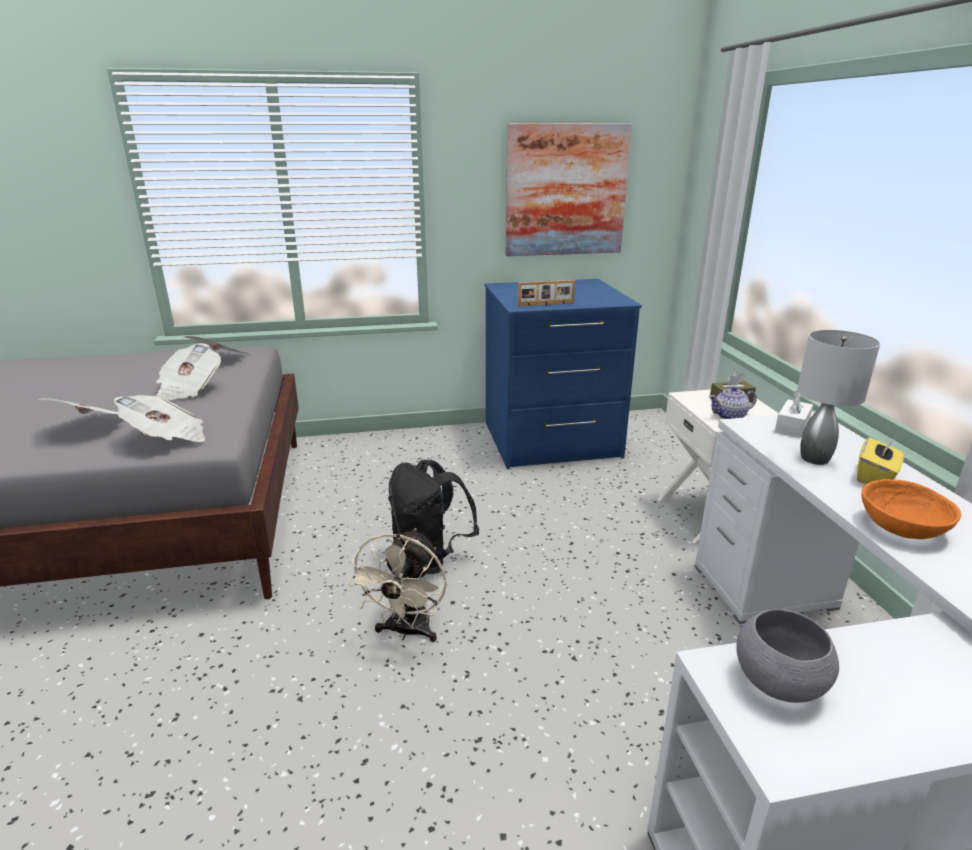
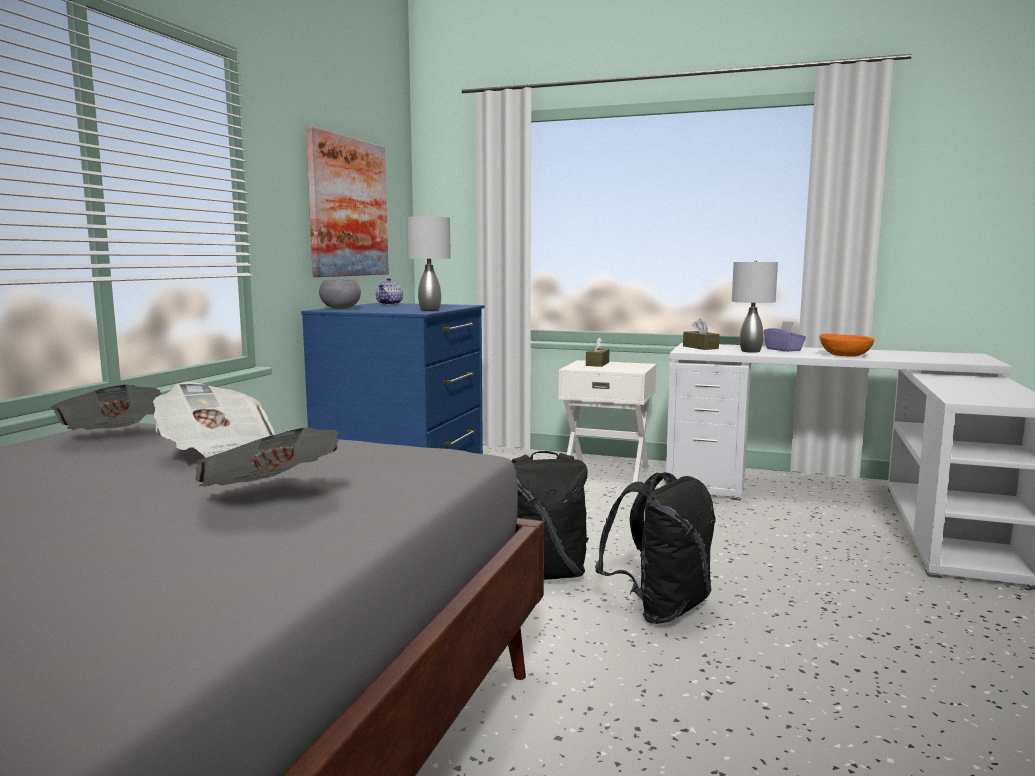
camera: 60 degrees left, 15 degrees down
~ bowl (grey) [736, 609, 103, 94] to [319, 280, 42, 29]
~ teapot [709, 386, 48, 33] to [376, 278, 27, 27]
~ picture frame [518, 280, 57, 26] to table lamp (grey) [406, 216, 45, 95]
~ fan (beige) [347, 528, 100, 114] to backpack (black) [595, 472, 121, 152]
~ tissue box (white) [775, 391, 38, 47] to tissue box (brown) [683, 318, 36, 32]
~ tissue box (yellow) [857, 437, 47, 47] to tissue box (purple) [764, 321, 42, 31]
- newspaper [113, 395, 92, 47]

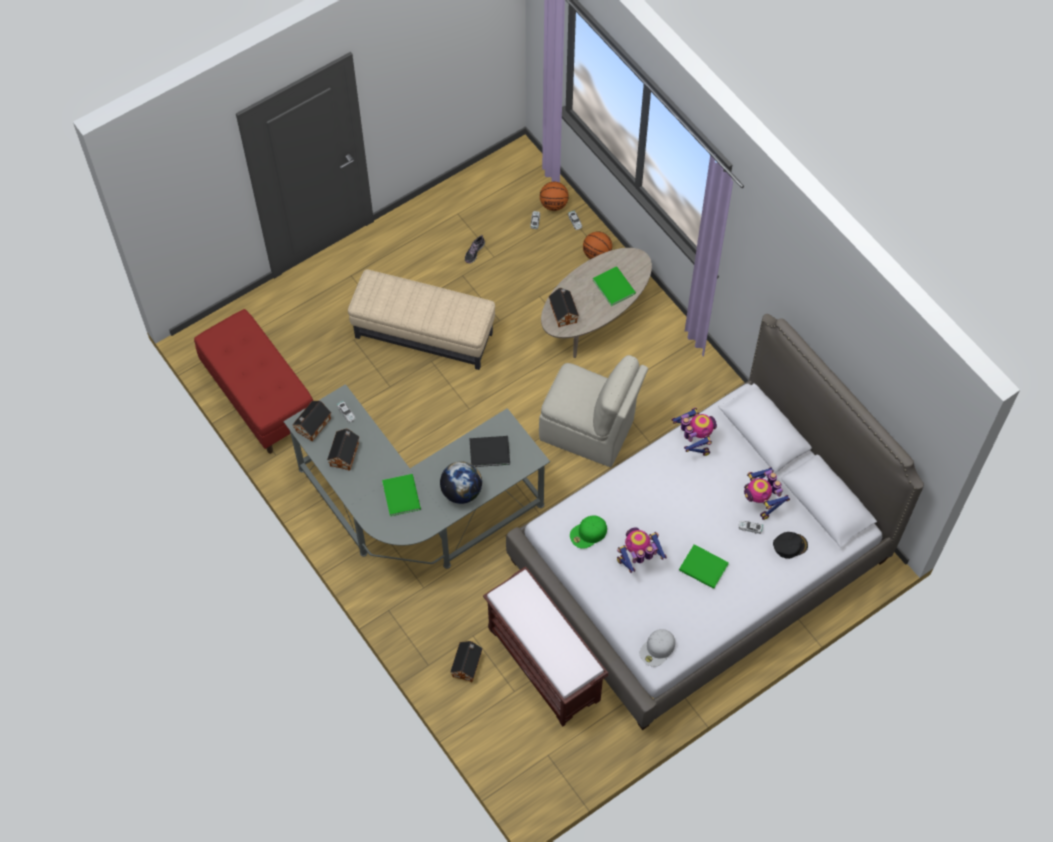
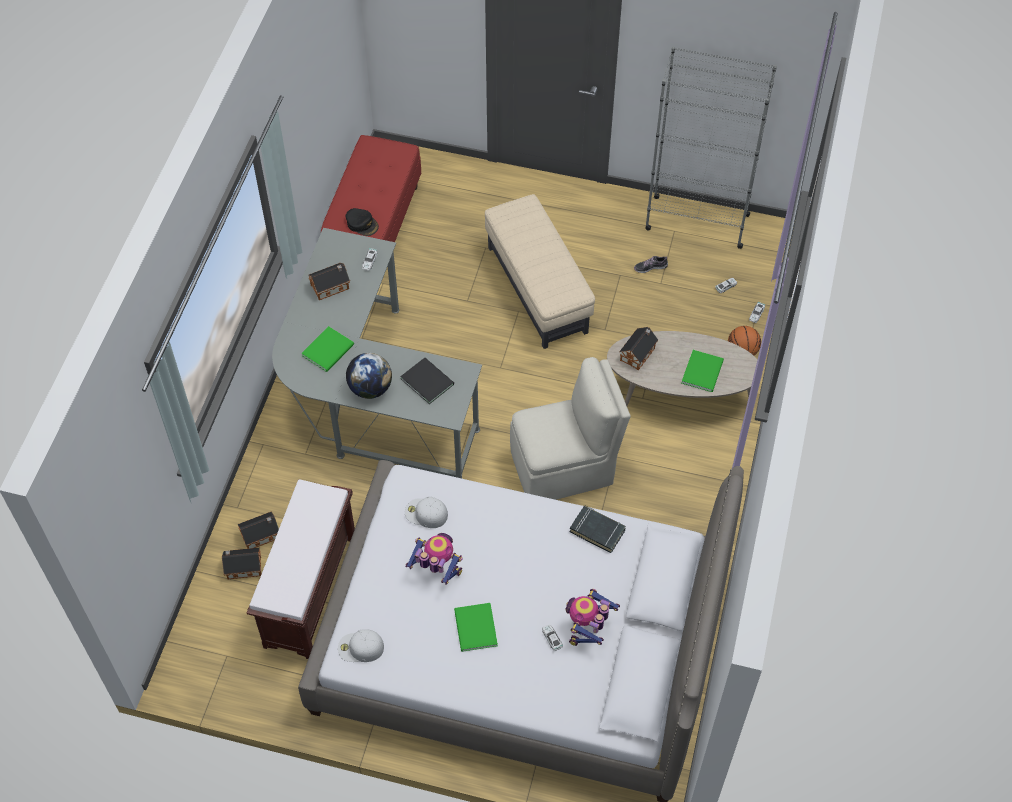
camera: 50 degrees right, 5 degrees down
~ toy house [293, 401, 38, 40] to [222, 547, 39, 32]
~ cap (black) [773, 532, 35, 27] to [346, 208, 33, 28]
~ cap (green) [570, 515, 37, 34] to cap (white) [405, 497, 43, 31]
~ chair (beige) [539, 355, 109, 112] = [510, 357, 121, 143] 90 degrees counterclockwise
~ toy robot [671, 408, 46, 48] to book (black) [570, 506, 56, 47]
+ bookcase (grey) [645, 46, 132, 203]
- basketball [540, 182, 29, 29]

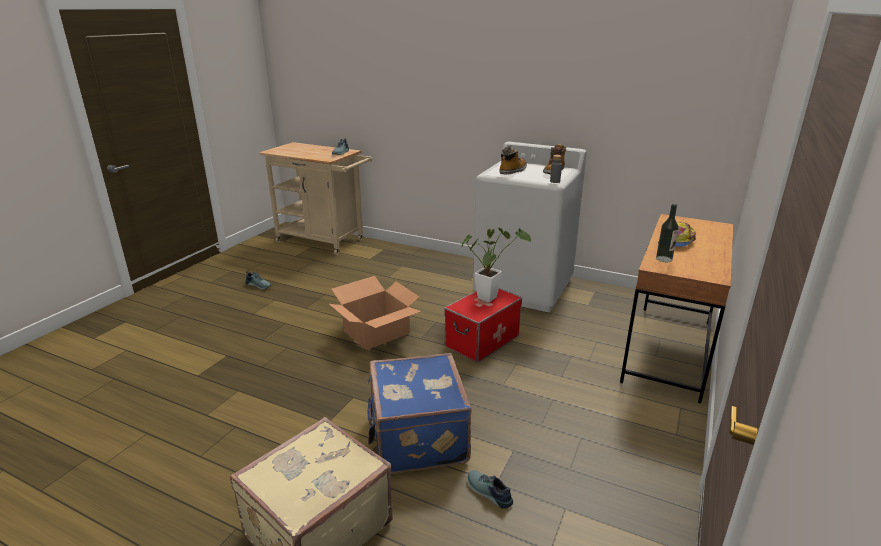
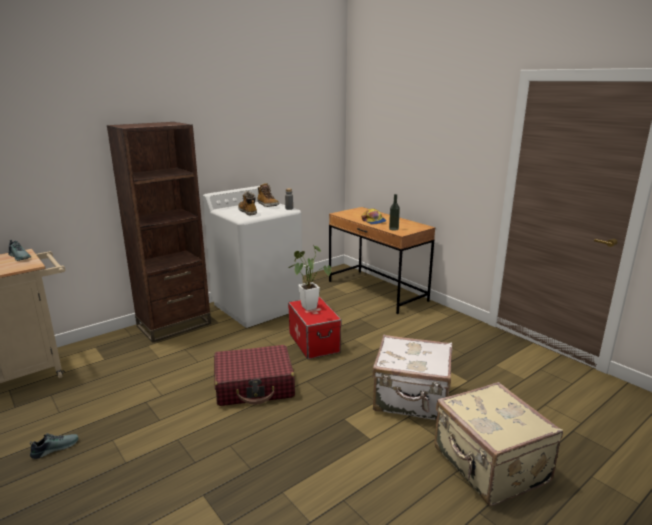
camera: 65 degrees left, 5 degrees down
+ bookcase (brown) [107, 122, 104, 221]
~ cardboard box [329, 276, 93, 74] to suitcase (red) [214, 345, 81, 61]
~ suitcase (blue) [367, 353, 105, 121] to suitcase (white) [372, 335, 80, 86]
- shoe [468, 470, 45, 39]

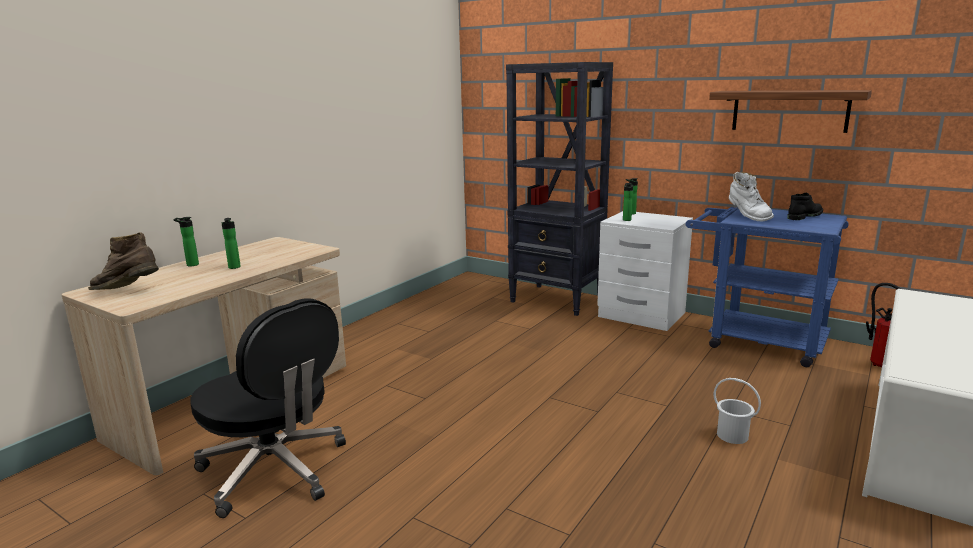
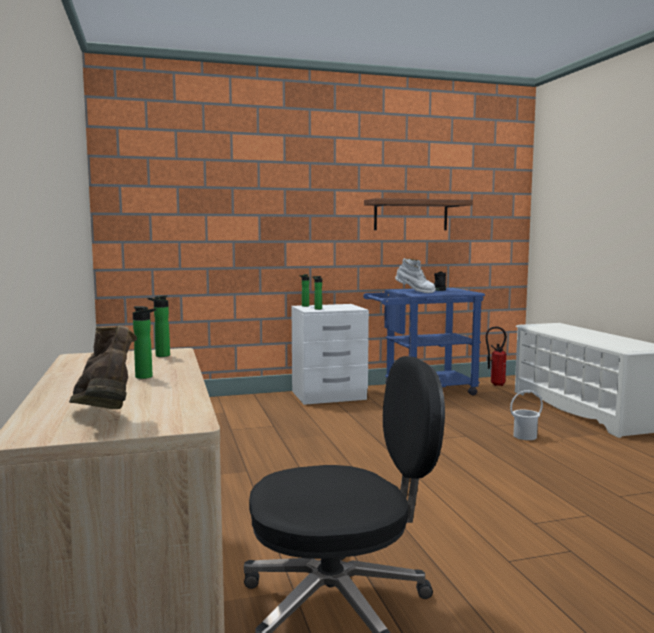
camera: 50 degrees left, 10 degrees down
~ boot (brown) [88, 232, 71, 58] = [69, 325, 68, 84] 105 degrees clockwise
~ bottle [173, 217, 26, 49] to [148, 295, 22, 62]
- bookcase (black) [506, 62, 107, 254]

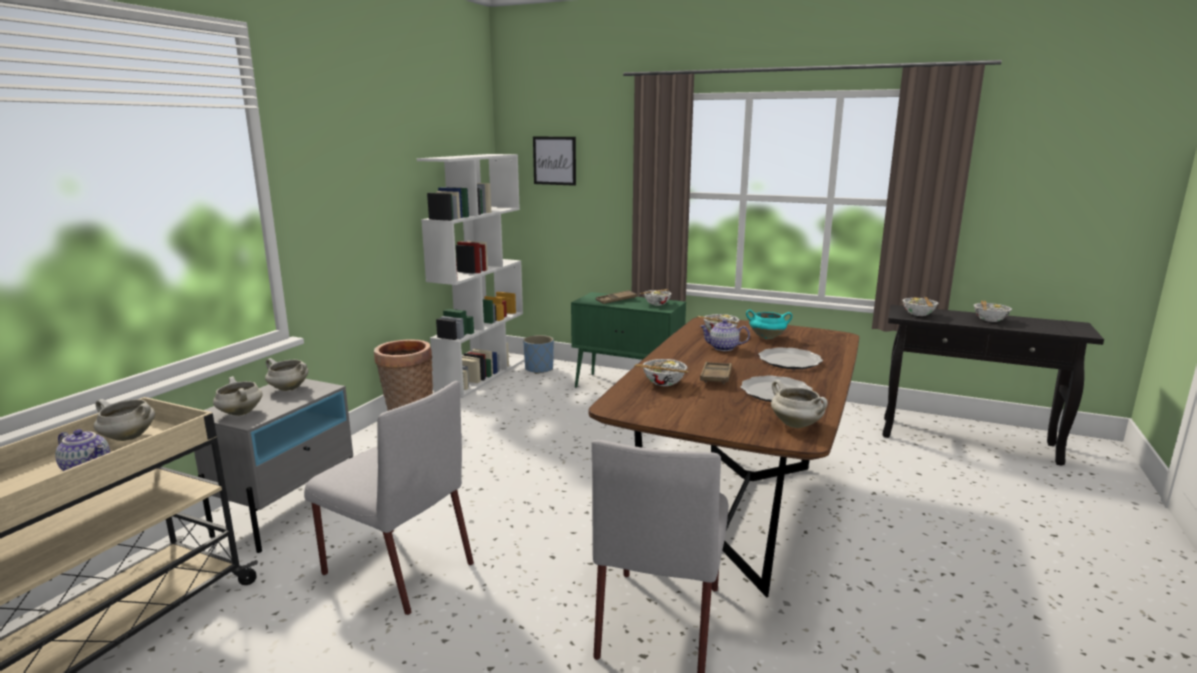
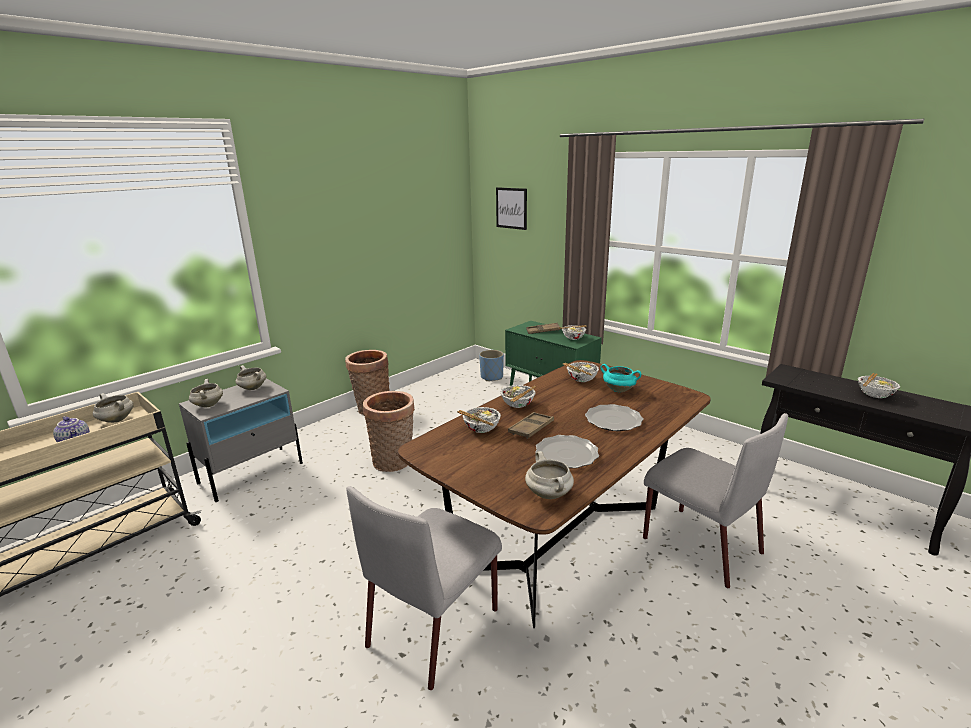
camera: 20 degrees right, 5 degrees up
+ basket [363, 391, 52, 81]
~ bowl [902, 297, 37, 19] to [500, 385, 37, 23]
~ chair (grey) [304, 381, 170, 234] to [643, 413, 145, 175]
- bookcase (white) [417, 154, 108, 244]
- teapot [700, 320, 50, 31]

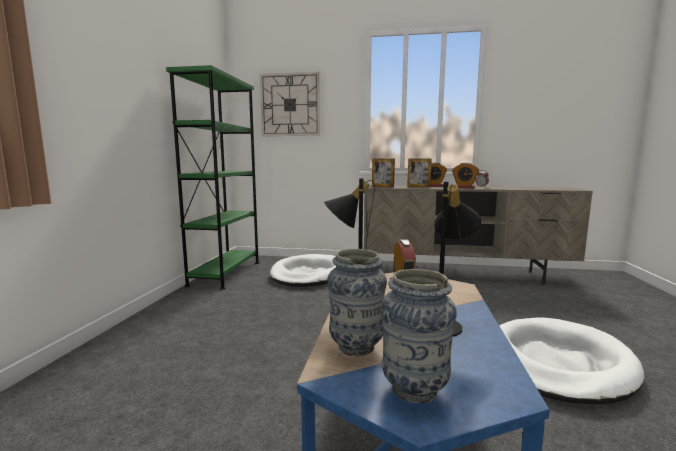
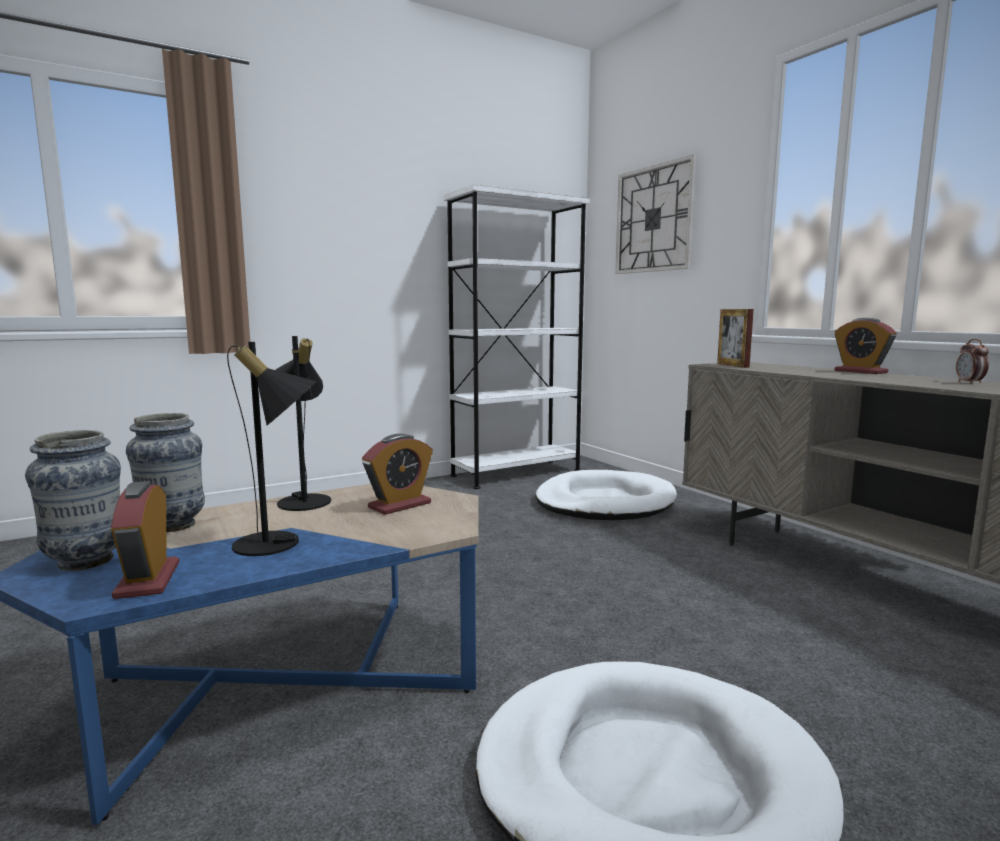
camera: 50 degrees right, 0 degrees up
~ alarm clock [452, 163, 27, 25] to [111, 481, 68, 118]
~ bookcase (green) [166, 65, 93, 225] to bookcase (white) [444, 185, 146, 304]
- picture frame [407, 158, 25, 30]

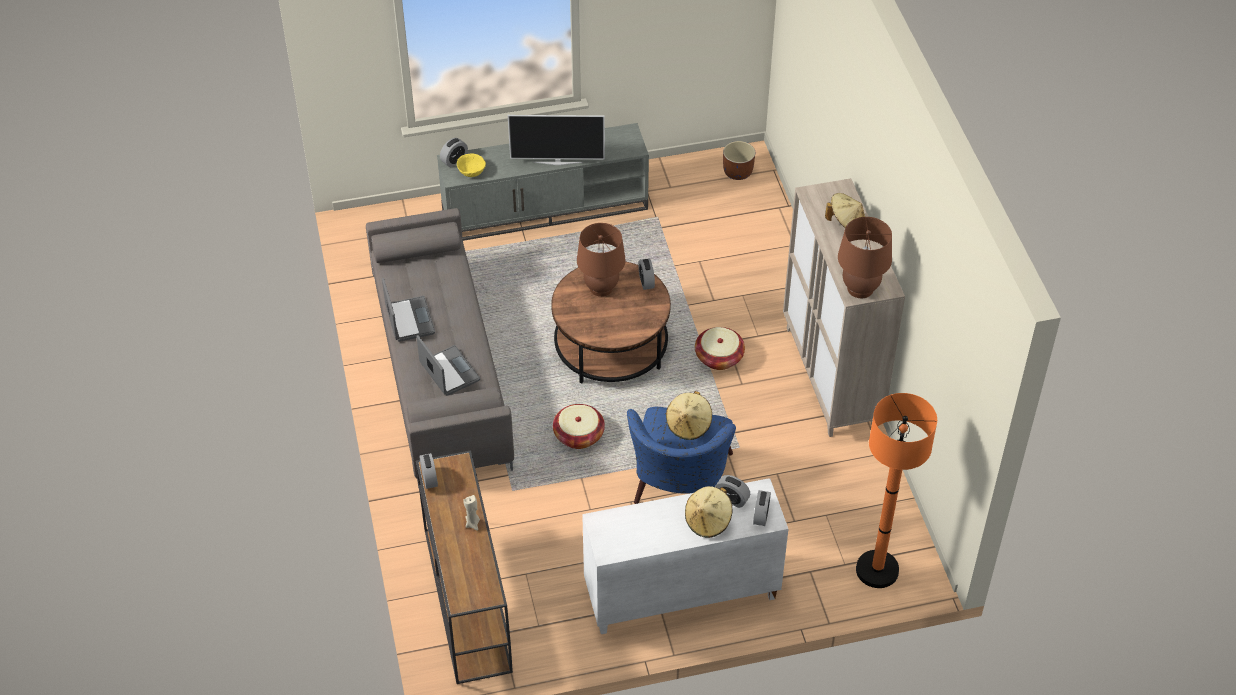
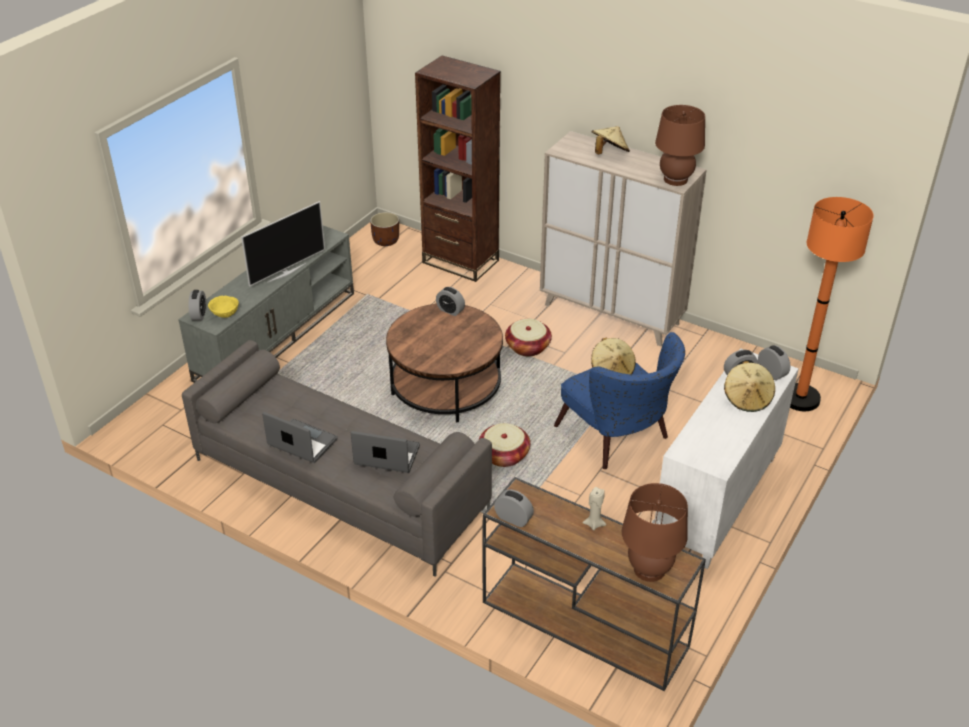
camera: 45 degrees left, 10 degrees down
+ bookcase (brown) [415, 56, 86, 226]
~ table lamp (brown) [577, 223, 49, 74] to [622, 483, 66, 99]

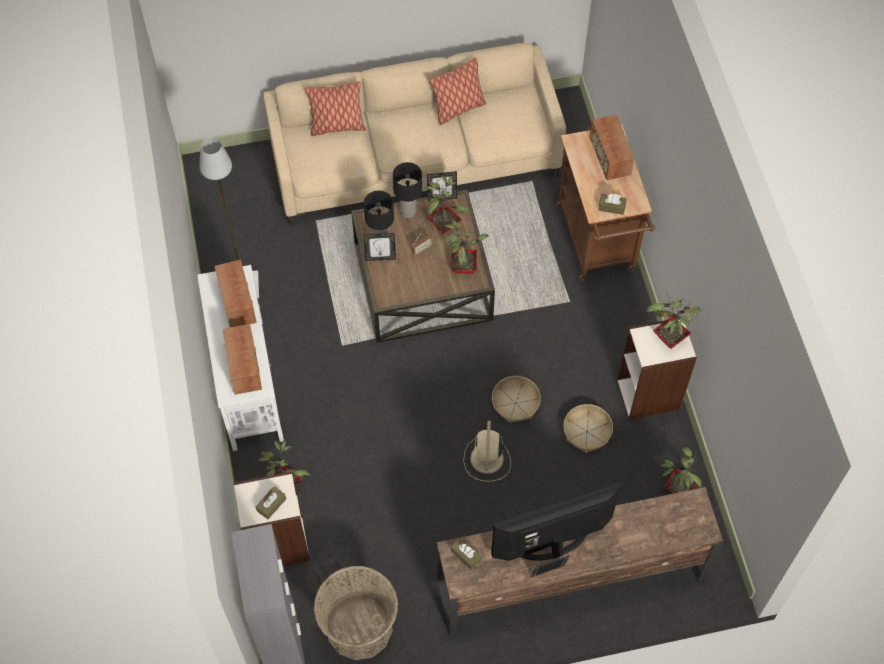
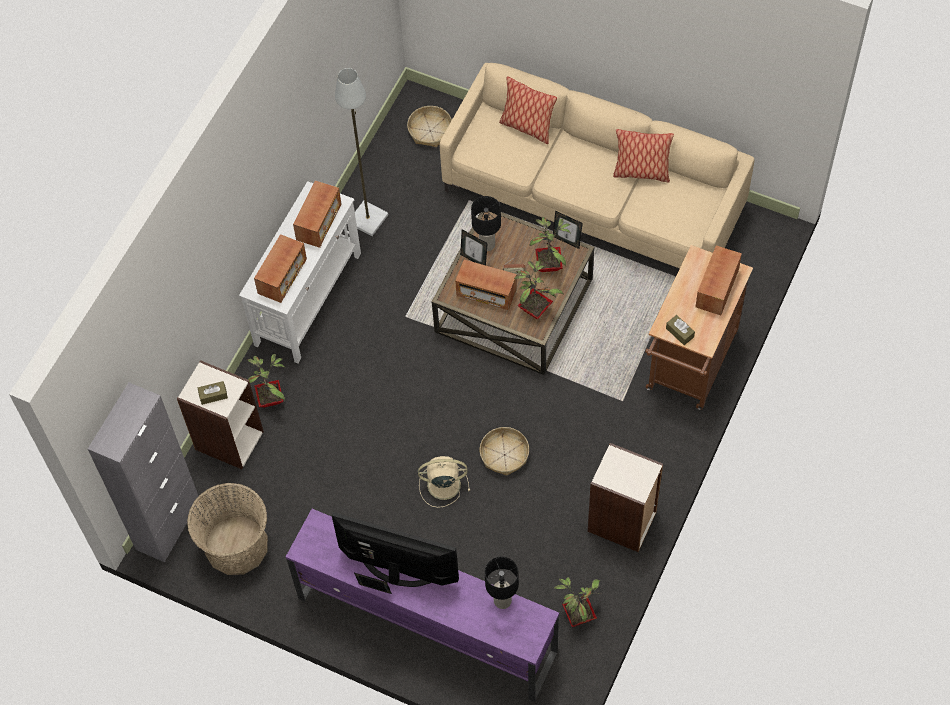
camera: 40 degrees right, 0 degrees up
~ tv stand (brown) [437, 487, 286, 147] to tv stand (purple) [286, 509, 273, 193]
~ basket [563, 404, 50, 49] to [407, 106, 45, 41]
~ fan (beige) [463, 421, 48, 60] = [418, 456, 52, 52] 45 degrees clockwise
+ radio [455, 260, 62, 50]
~ table lamp (black) [393, 162, 29, 56] to [485, 557, 34, 52]
- tissue box (brown) [451, 537, 31, 33]
- potted plant [646, 292, 56, 57]

